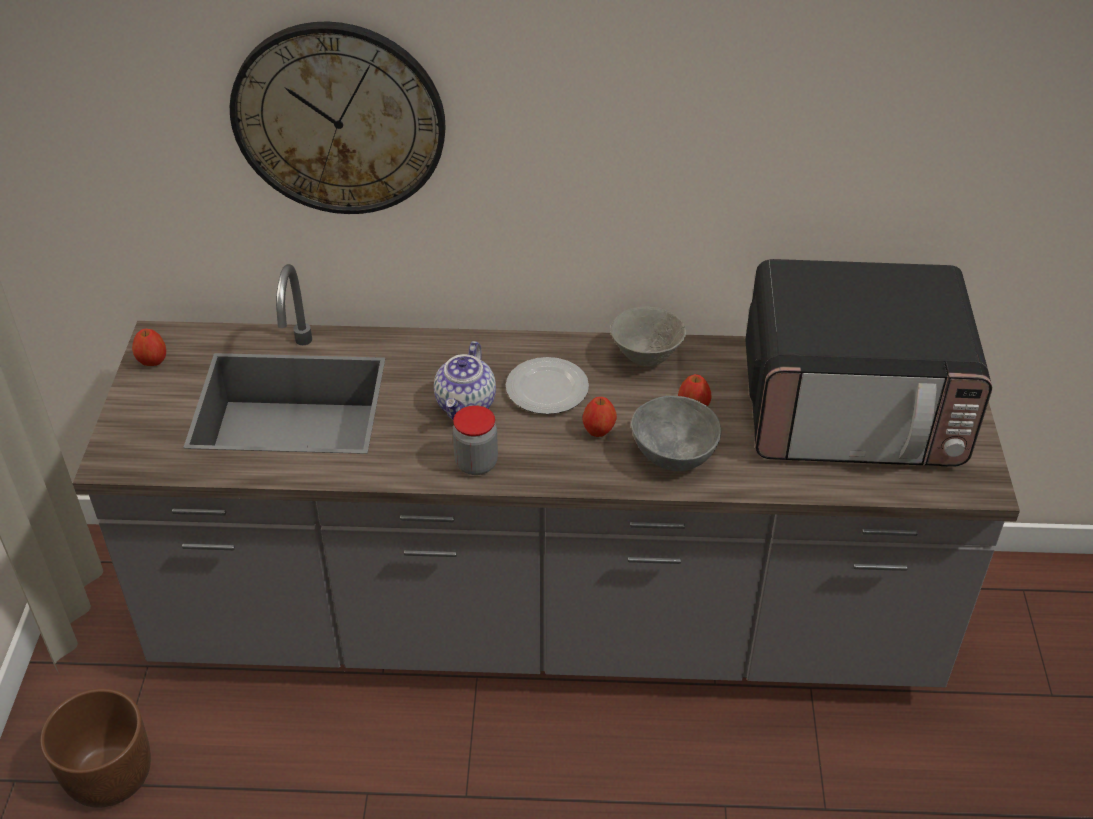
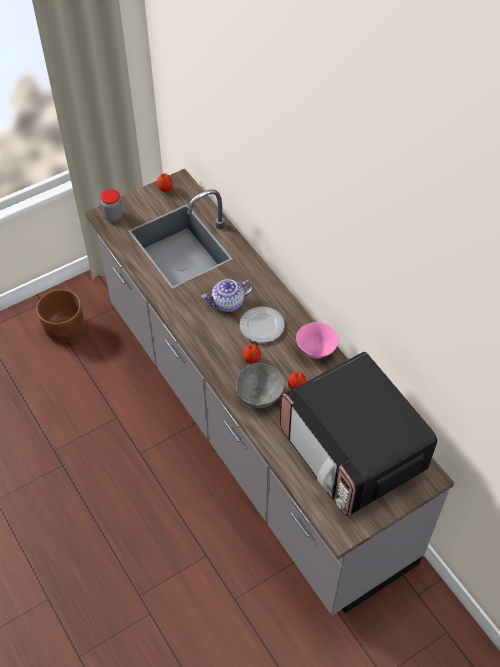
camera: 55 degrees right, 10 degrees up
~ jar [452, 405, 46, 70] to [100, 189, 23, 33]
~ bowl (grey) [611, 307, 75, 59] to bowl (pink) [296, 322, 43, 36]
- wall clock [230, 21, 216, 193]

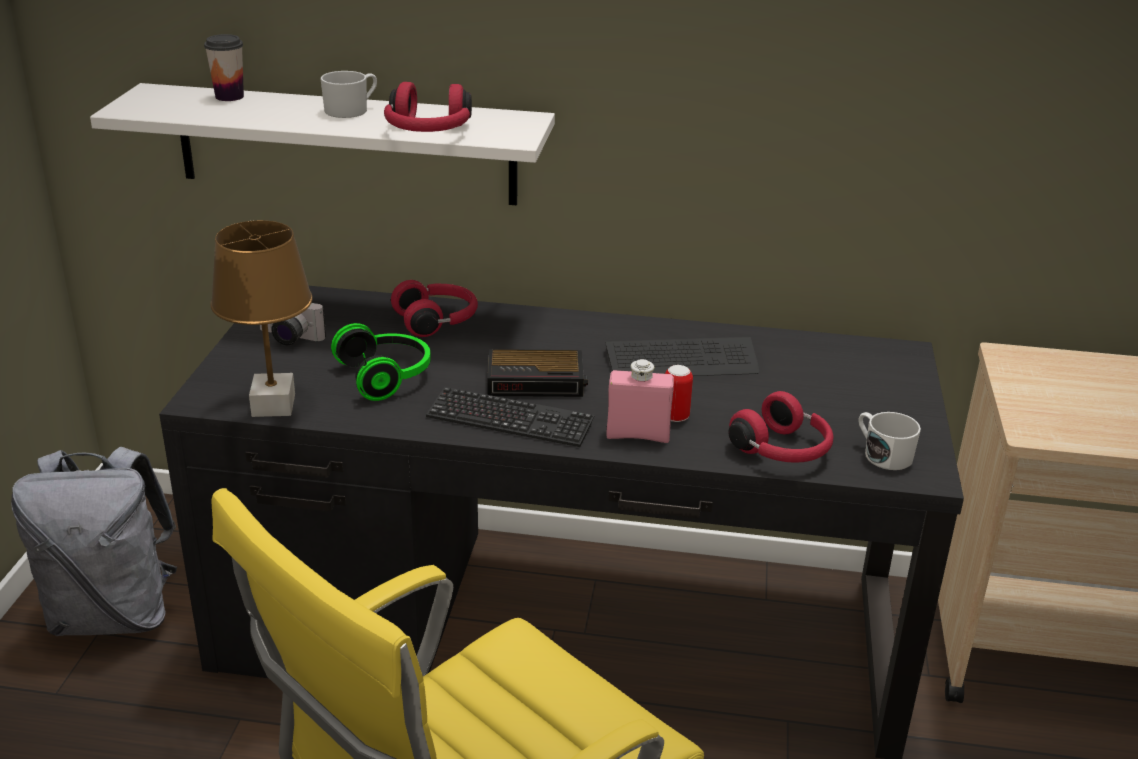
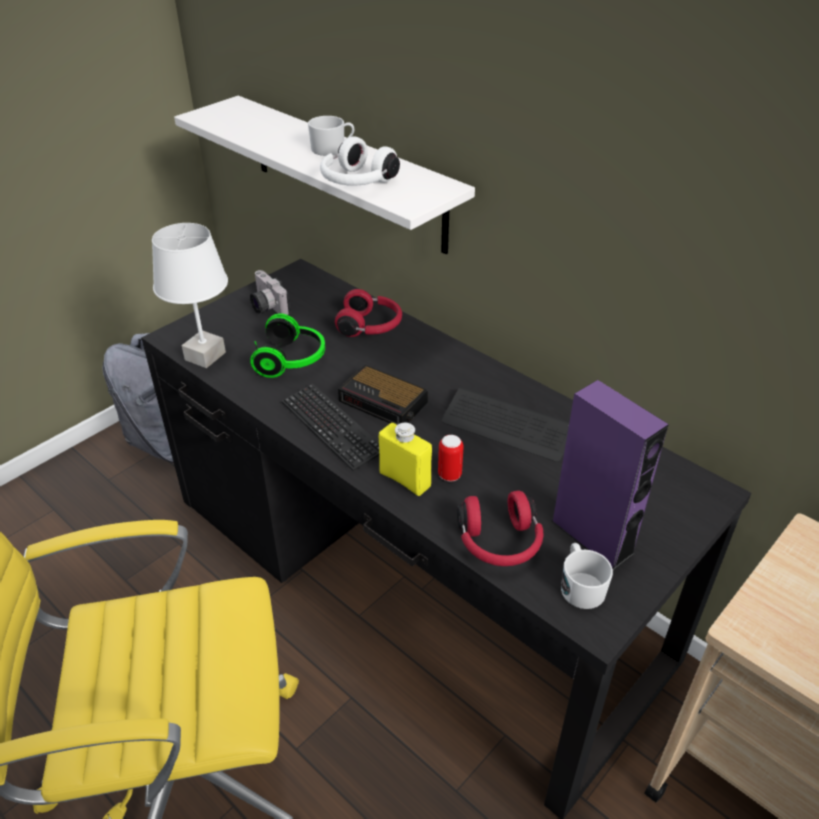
camera: 35 degrees right, 10 degrees up
~ table lamp (brown) [210, 220, 103, 197] to table lamp (white) [152, 223, 76, 145]
~ headphones (red) [384, 82, 88, 50] to headphones (white) [320, 136, 80, 50]
~ bottle (pink) [607, 359, 67, 84] to bottle (yellow) [379, 423, 53, 73]
+ speaker (purple) [551, 380, 118, 191]
- cup [204, 34, 40, 67]

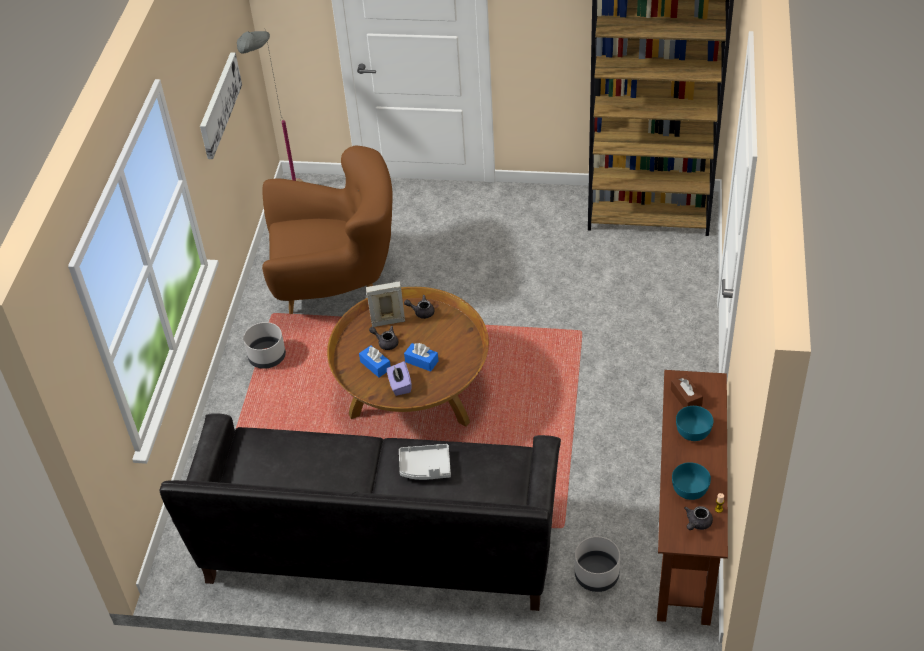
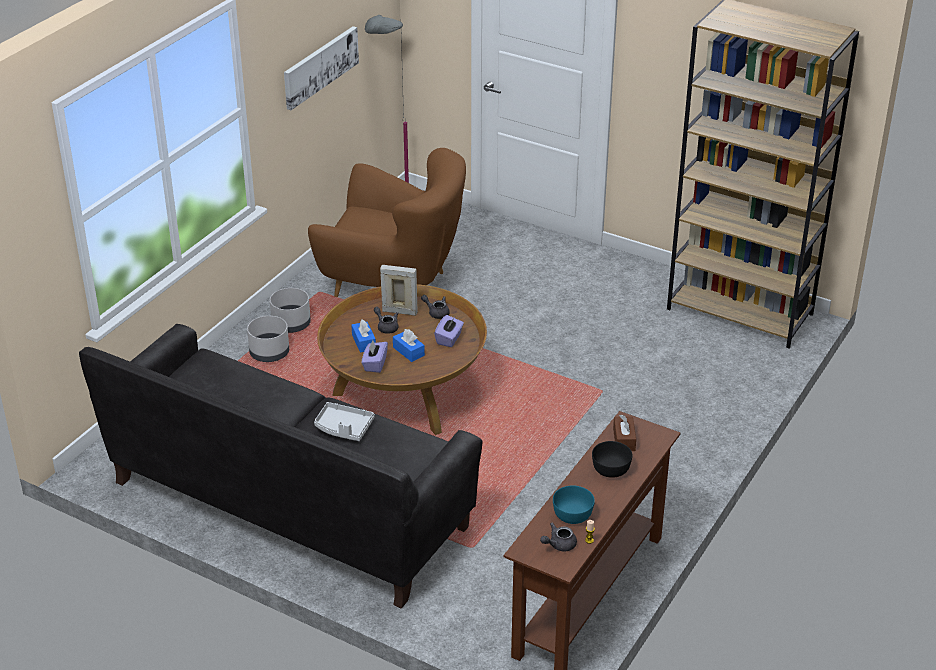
camera: 20 degrees right, 10 degrees down
~ planter (grey) [575, 536, 45, 56] to [247, 316, 42, 46]
+ tissue box (purple) [434, 315, 30, 32]
~ bowl (turquoise) [676, 406, 37, 35] to bowl (black) [592, 441, 40, 37]

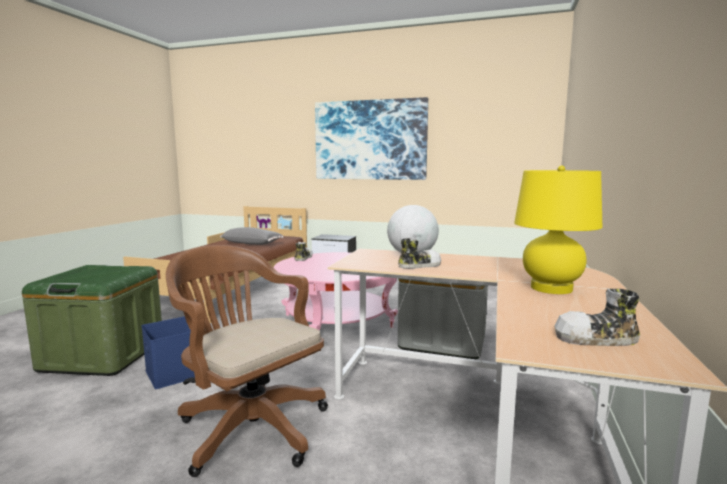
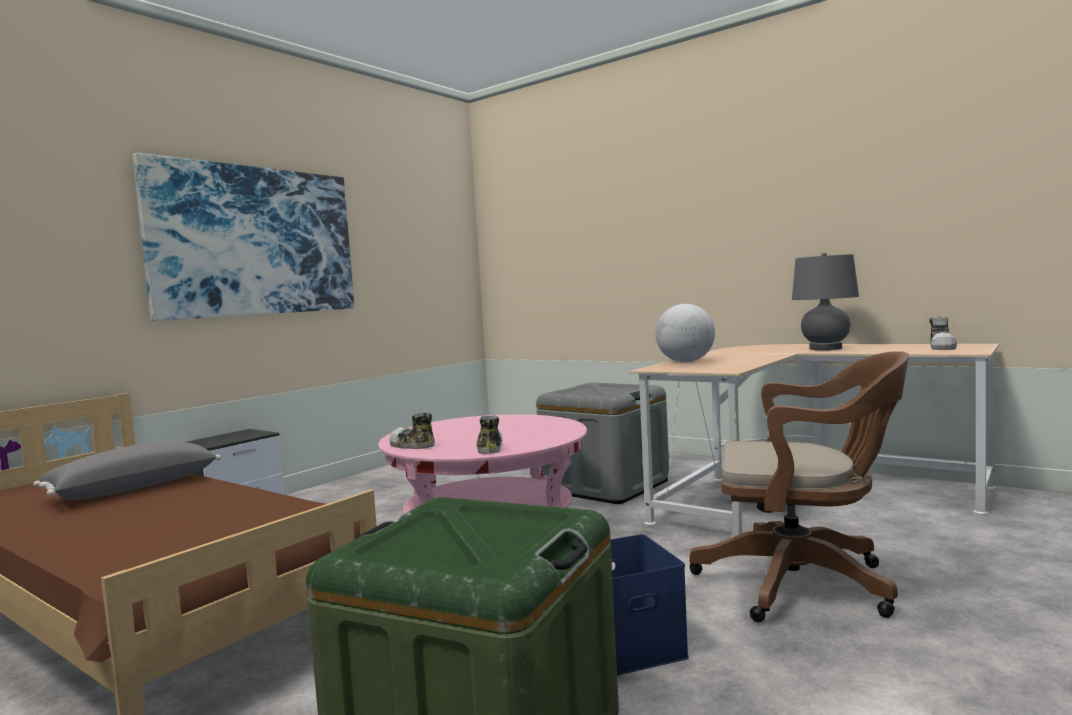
camera: 70 degrees left, 5 degrees down
~ shoe [398, 237, 43, 32] to [476, 415, 27, 39]
~ office chair (brown) [166, 245, 162, 232] = [689, 351, 220, 271] 135 degrees counterclockwise
~ table lamp (yellow) [514, 166, 88, 128] to table lamp (grey) [792, 253, 67, 97]

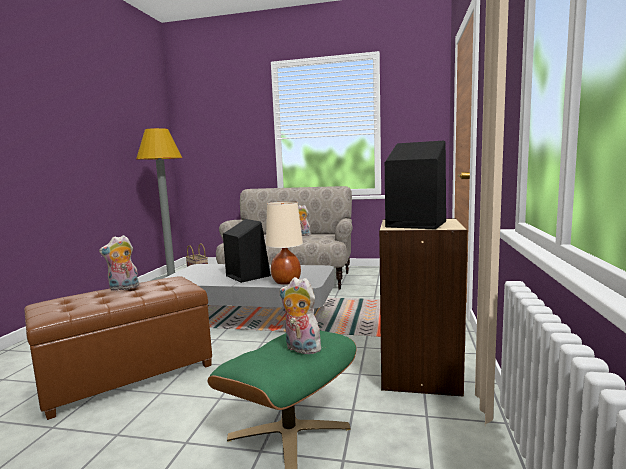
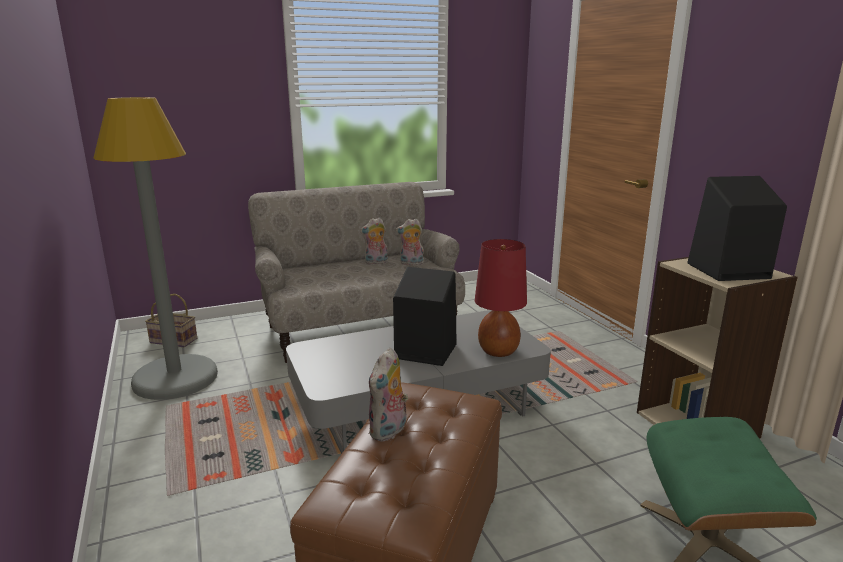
camera: 35 degrees left, 10 degrees up
~ plush toy [279, 277, 44, 77] to [396, 219, 28, 46]
~ table lamp (beige) [266, 201, 37, 84] to table lamp (red) [475, 239, 52, 118]

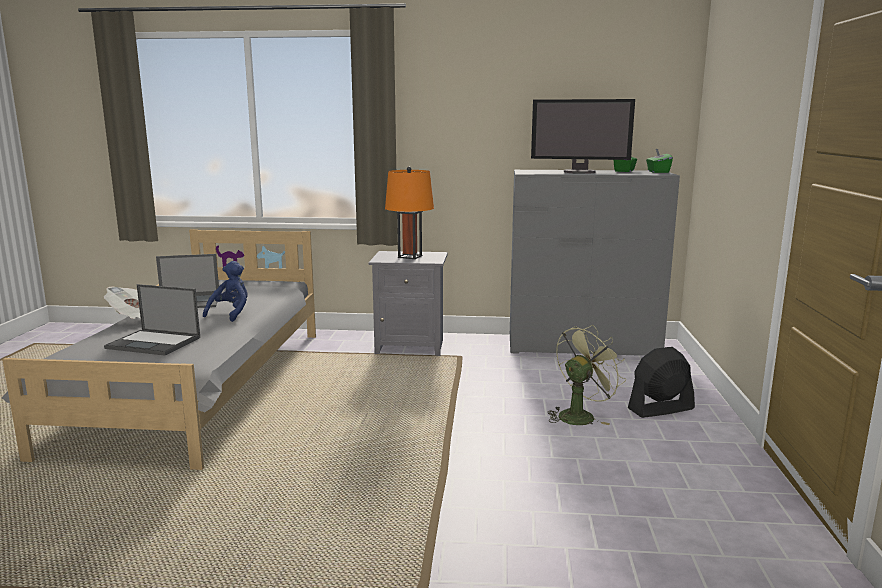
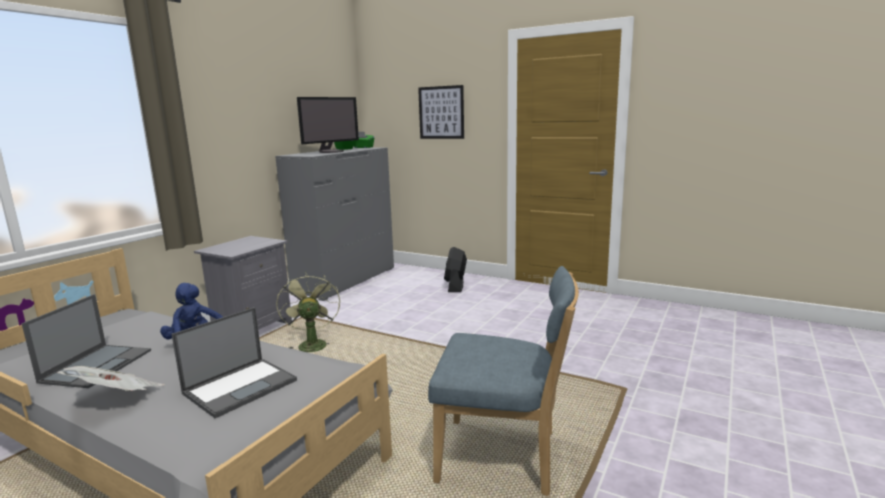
camera: 65 degrees left, 0 degrees up
~ fan (green) [548, 325, 78, 100] to [276, 272, 64, 80]
+ picture [418, 85, 46, 54]
+ chair (blue) [428, 266, 151, 230]
- table lamp (orange) [385, 167, 49, 92]

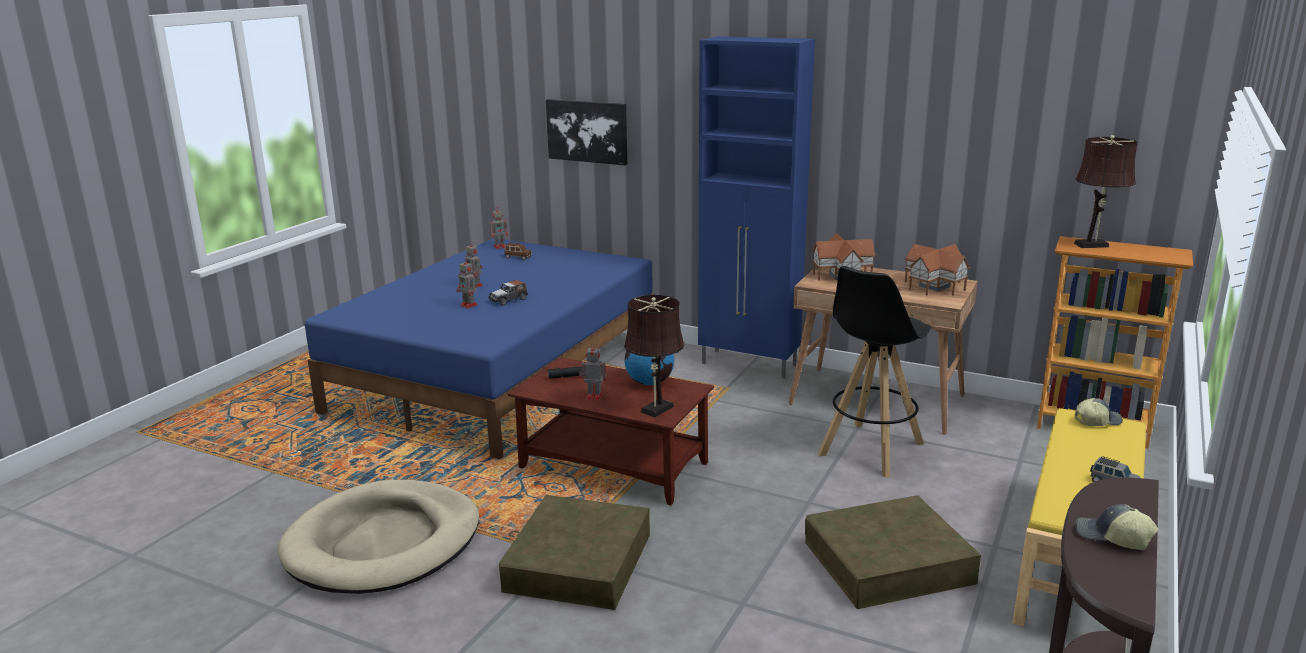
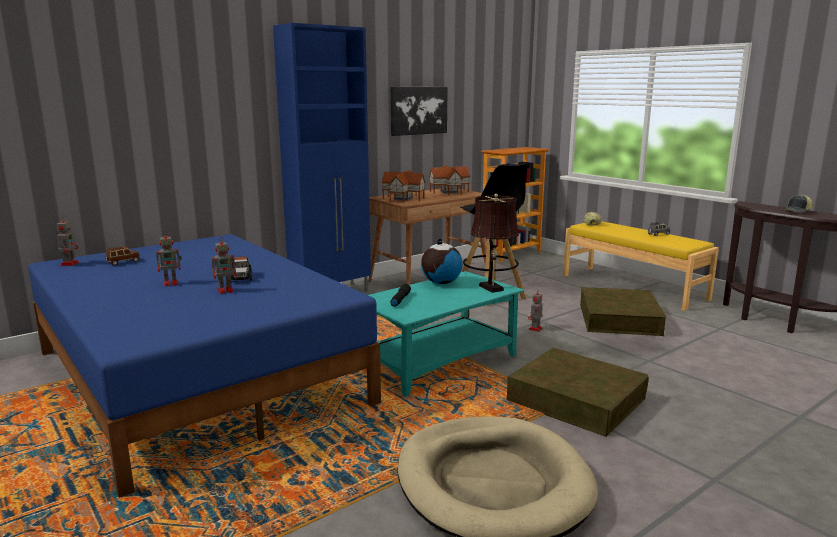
camera: 65 degrees left, 5 degrees down
~ coffee table (brown) [508, 357, 206, 148] to coffee table (turquoise) [369, 271, 155, 126]
~ picture [546, 99, 81, 66] to [391, 87, 57, 49]
~ toy robot [579, 346, 27, 55] to [528, 290, 15, 42]
- table lamp (brown) [1074, 135, 64, 113]

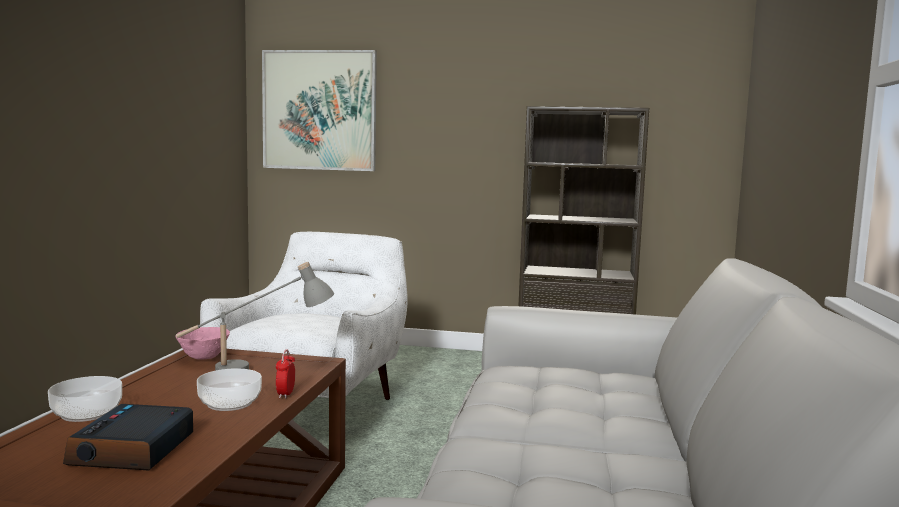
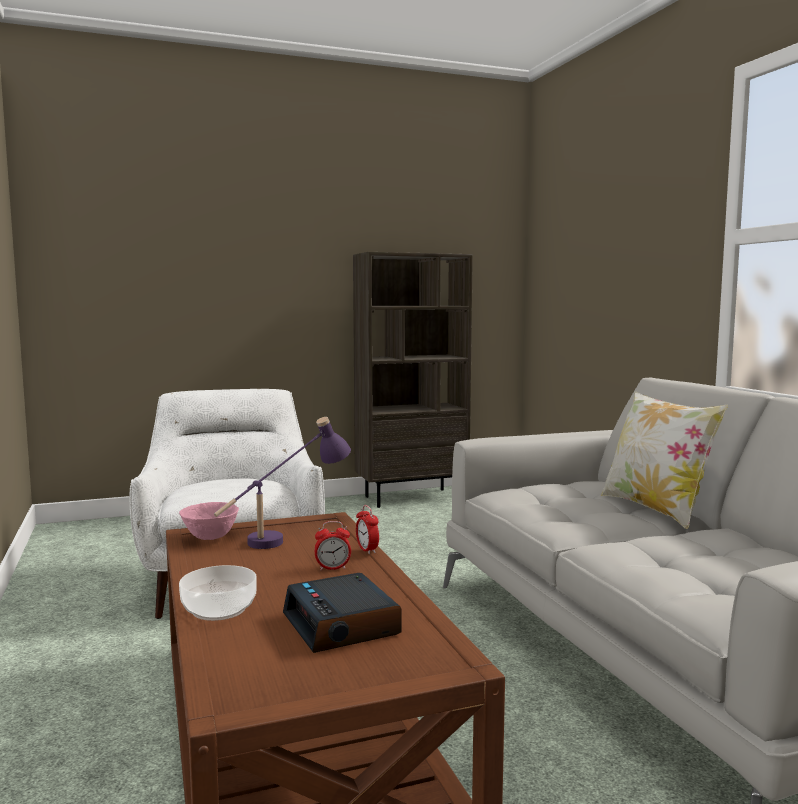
camera: 30 degrees left, 0 degrees up
~ table lamp (grey) [176, 262, 158, 109] to table lamp (purple) [214, 417, 137, 132]
~ bowl [197, 368, 65, 43] to alarm clock [314, 521, 37, 49]
+ pillow [601, 391, 127, 138]
- picture [262, 50, 115, 121]

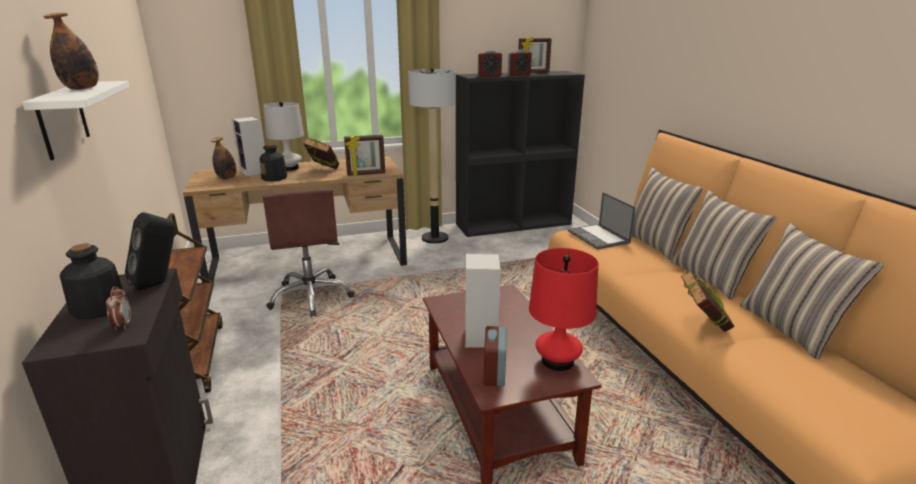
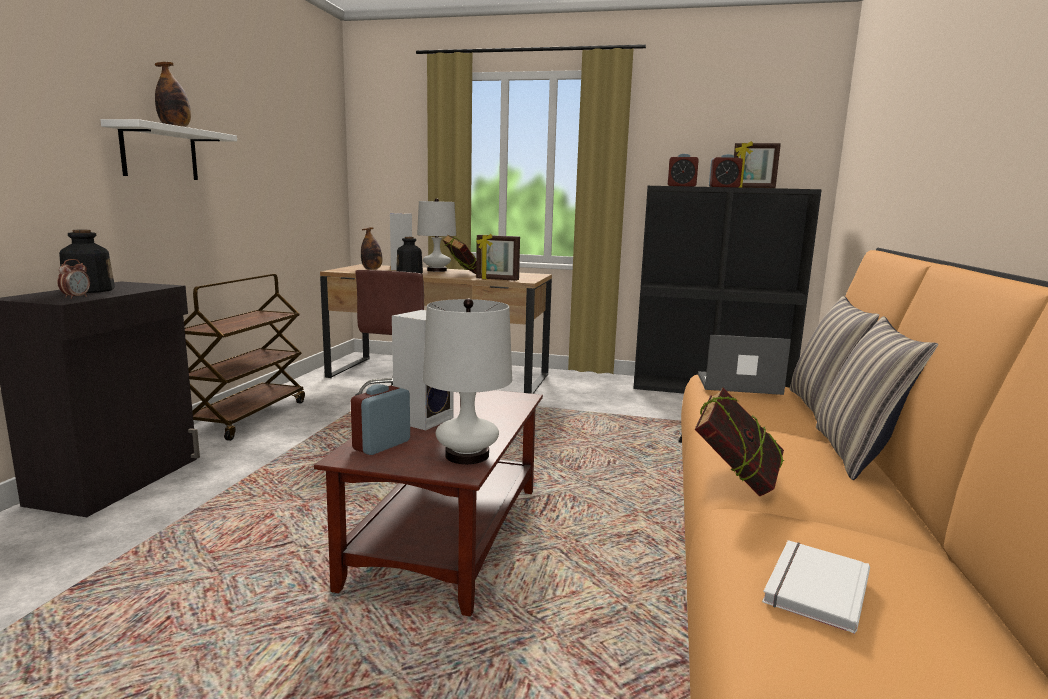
camera: 30 degrees right, 10 degrees down
~ table lamp (red) [529, 248, 69, 123] to table lamp (white) [423, 298, 89, 166]
~ laptop [568, 192, 68, 57] = [698, 335, 93, 60] 90 degrees clockwise
+ book (white) [762, 540, 108, 94]
- speaker (black) [125, 212, 51, 79]
- floor lamp [408, 68, 48, 176]
- pillow [740, 223, 144, 137]

